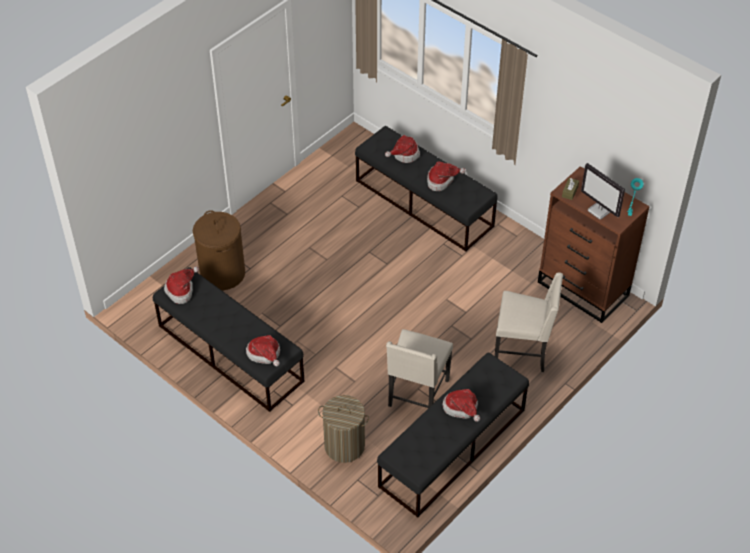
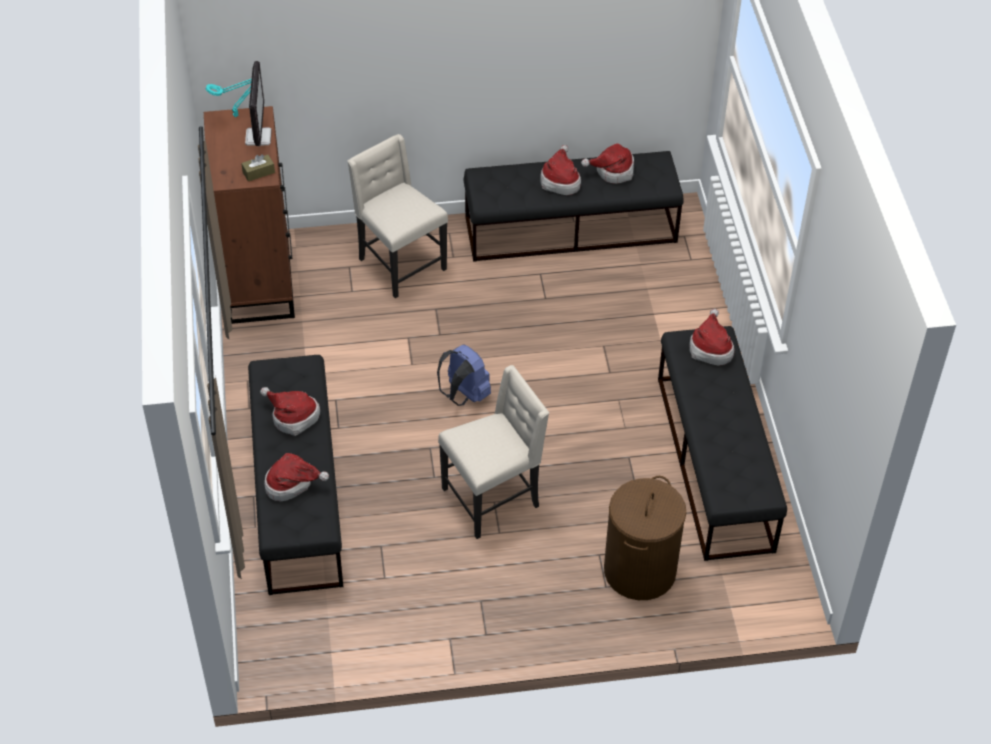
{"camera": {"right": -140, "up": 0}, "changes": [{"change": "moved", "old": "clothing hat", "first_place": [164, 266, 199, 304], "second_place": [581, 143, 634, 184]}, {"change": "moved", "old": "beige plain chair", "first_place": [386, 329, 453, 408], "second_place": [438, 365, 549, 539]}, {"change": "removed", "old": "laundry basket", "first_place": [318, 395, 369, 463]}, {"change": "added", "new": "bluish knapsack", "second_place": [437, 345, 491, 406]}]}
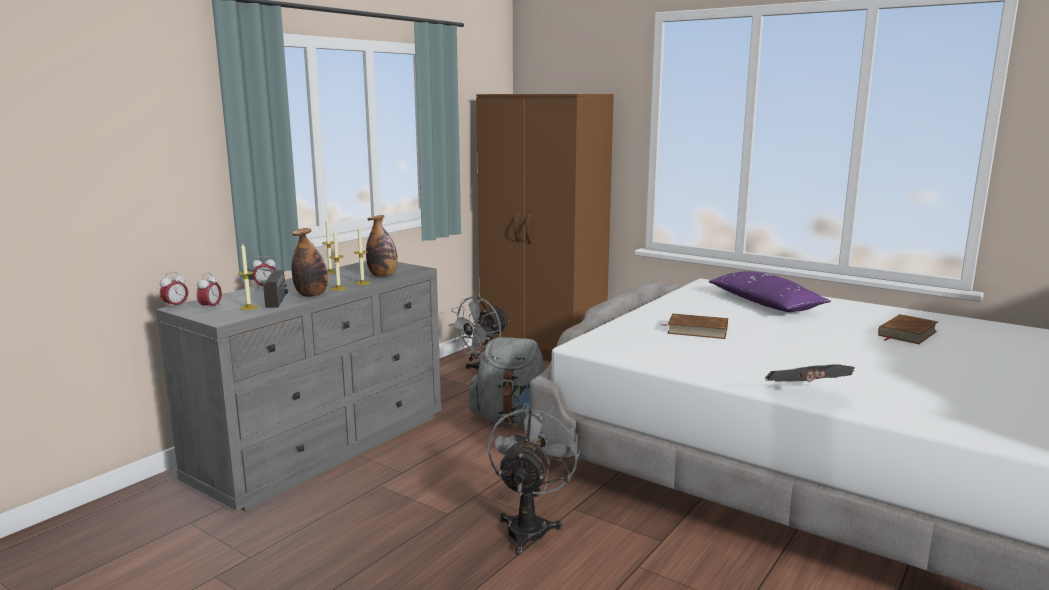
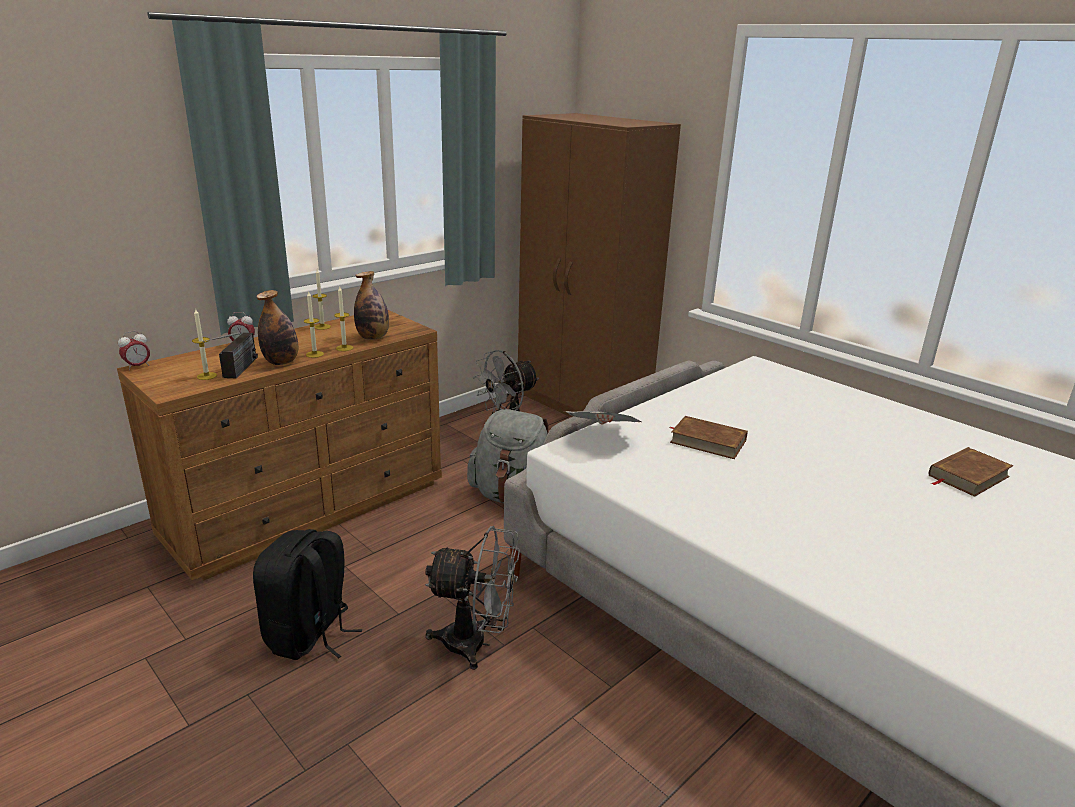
{"camera": {"right": 10, "up": 10}, "changes": [{"change": "recoloured", "old": "gray drawer chest", "new": "brownish drawer chest", "first_place": [156, 261, 442, 512], "second_place": [117, 310, 442, 581]}, {"change": "removed", "old": "purple-coloured cushion", "first_place": [709, 271, 831, 312]}, {"change": "removed", "old": "bedside clock", "first_place": [197, 273, 222, 311]}, {"change": "moved", "old": "newspaper", "first_place": [765, 364, 855, 382], "second_place": [564, 411, 642, 425]}, {"change": "turned", "old": "gray cooling fan", "first_place": [487, 403, 580, 555], "second_place": [425, 526, 520, 670], "degrees": 75}, {"change": "added", "new": "black-coloured knapsack", "second_place": [253, 529, 362, 660]}]}
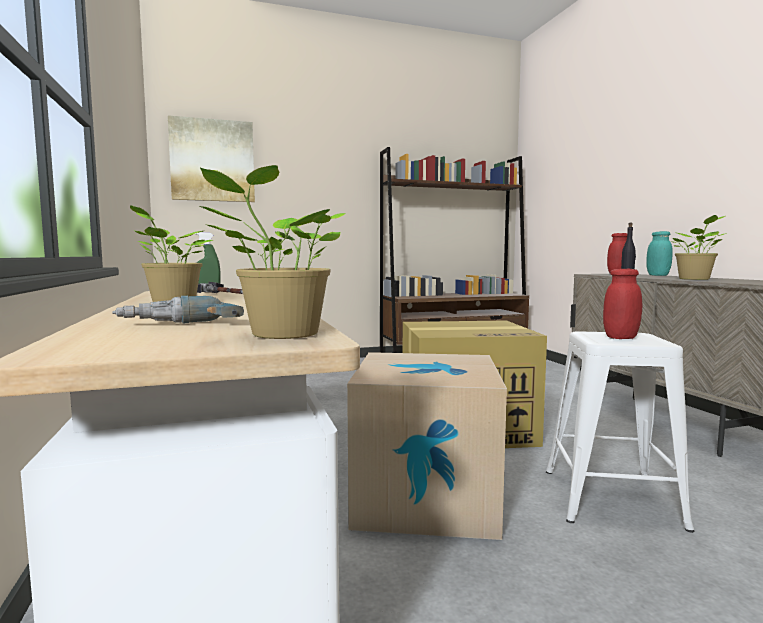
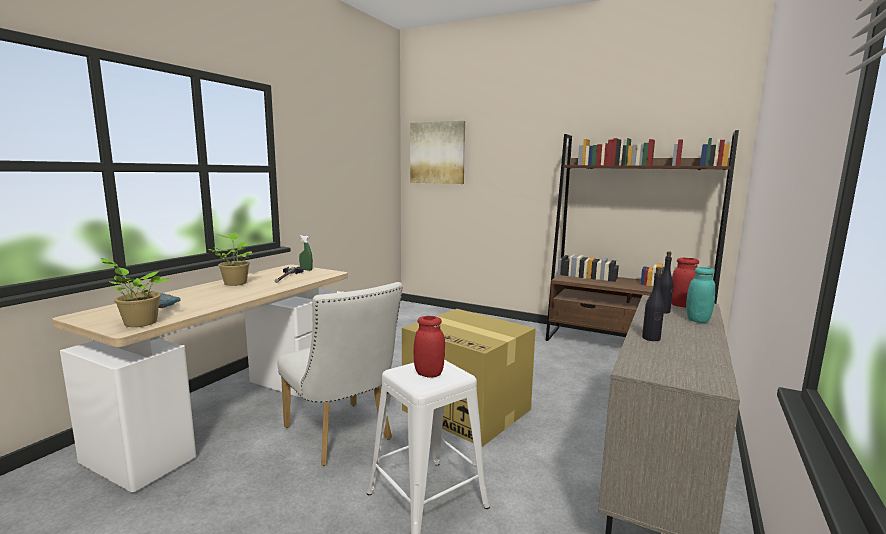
{"camera": {"right": 45, "up": 5}, "changes": [{"change": "replaced", "old": "plant in a pot", "new": "black-coloured bottle", "first_place": [670, 215, 727, 280], "second_place": [642, 267, 664, 341]}, {"change": "replaced", "old": "cardboard box", "new": "white plain chair", "first_place": [347, 352, 507, 540], "second_place": [277, 282, 403, 466]}]}
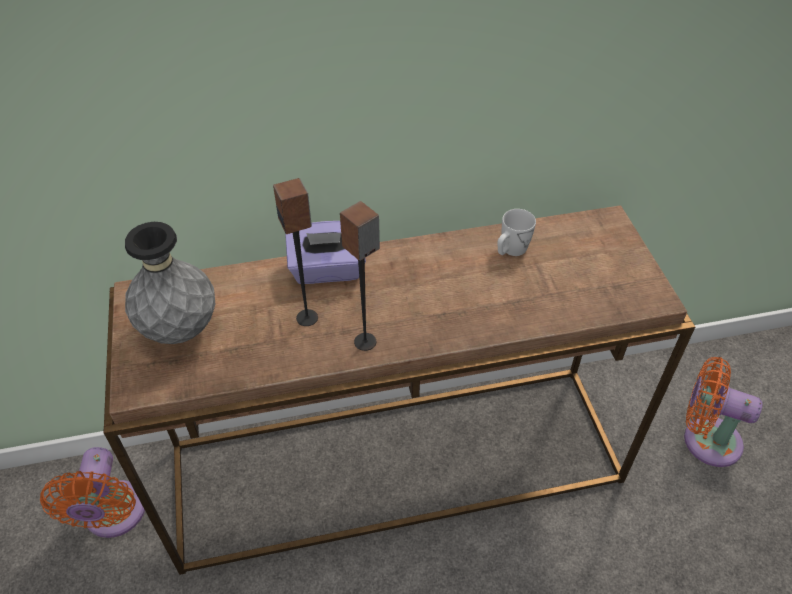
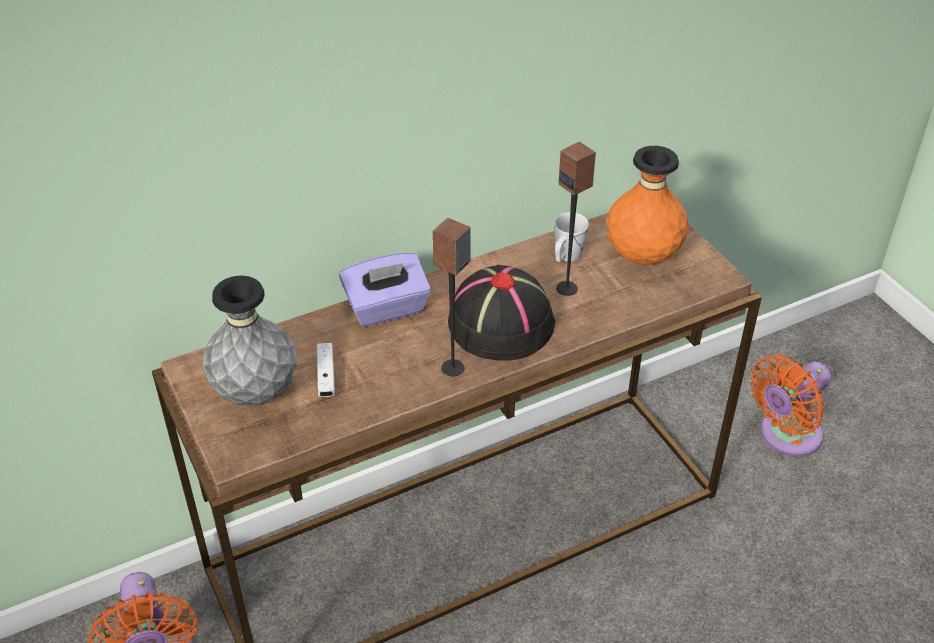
{"camera": {"right": -15, "up": -5}, "changes": [{"change": "moved", "old": "audio speaker", "first_place": [273, 178, 318, 326], "second_place": [556, 142, 596, 296]}, {"change": "turned", "old": "orange-coloured cooling fan", "first_place": [684, 357, 763, 467], "second_place": [750, 354, 831, 456], "degrees": -45}, {"change": "added", "new": "orange-coloured decorative vase", "second_place": [606, 146, 689, 265]}, {"change": "added", "new": "black-coloured clothing hat", "second_place": [448, 265, 555, 360]}, {"change": "added", "new": "white gamepad", "second_place": [317, 343, 335, 397]}]}
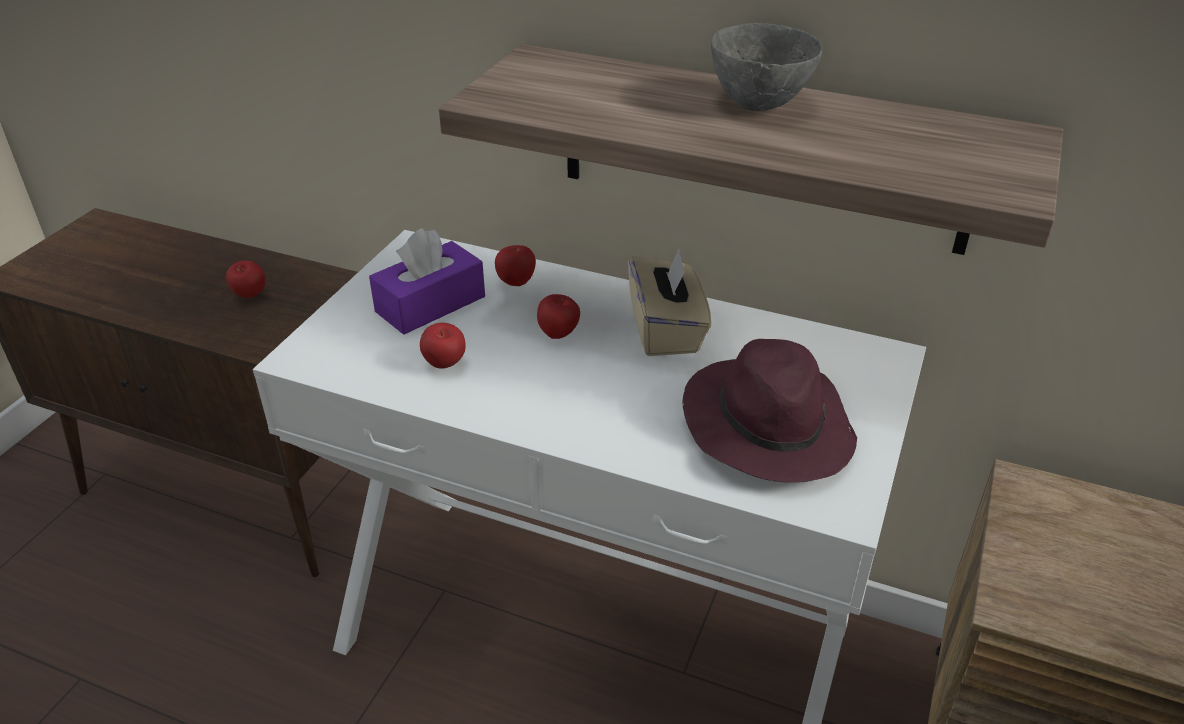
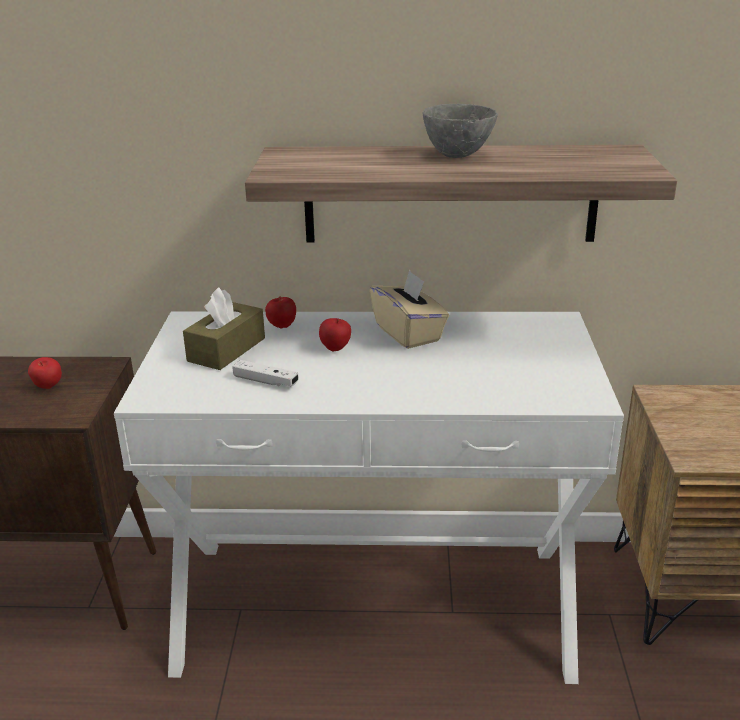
{"camera": {"right": -20, "up": -10}, "changes": [{"change": "recoloured", "old": "purple-coloured tissue holder", "new": "brownish tissue holder", "first_place": [369, 228, 485, 334], "second_place": [183, 288, 265, 370]}, {"change": "replaced", "old": "whole apple", "new": "white gamepad", "first_place": [420, 323, 465, 368], "second_place": [232, 360, 299, 386]}, {"change": "removed", "old": "purple-coloured clothing hat", "first_place": [683, 339, 857, 483]}]}
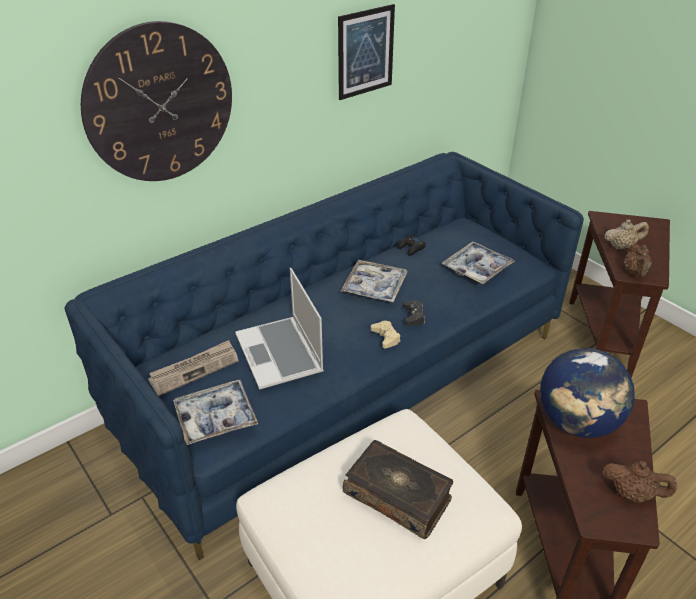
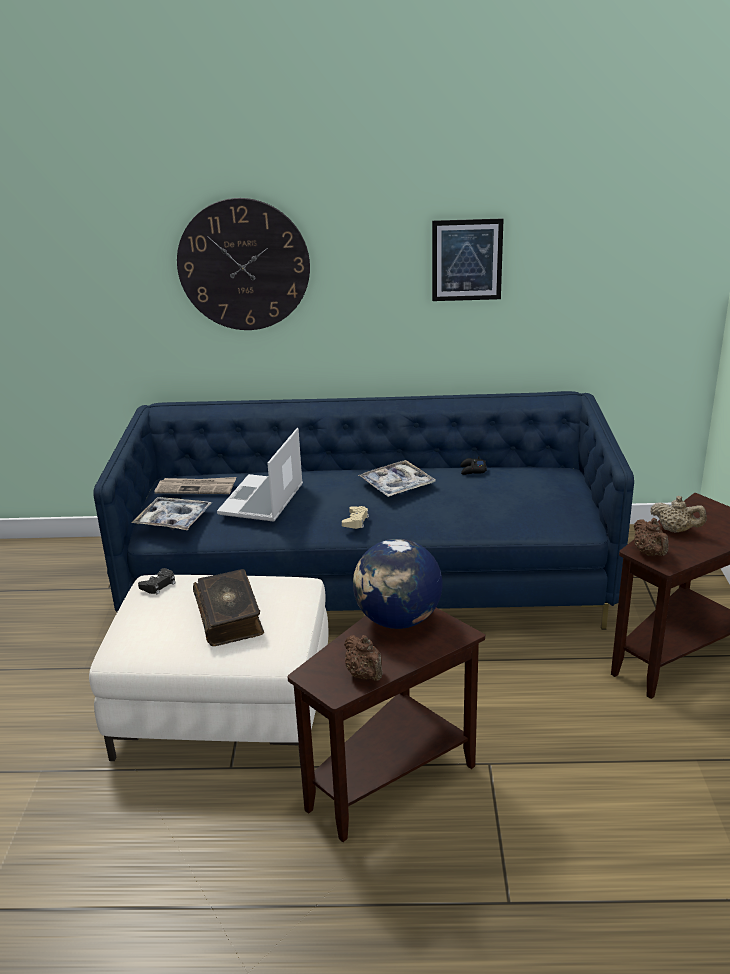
{"camera": {"right": 40, "up": -10}, "changes": [{"change": "removed", "old": "carrying tray", "first_place": [442, 242, 515, 284]}, {"change": "turned", "old": "brownish teapot", "first_place": [624, 244, 652, 277], "second_place": [633, 518, 668, 556], "degrees": -60}, {"change": "moved", "old": "black-coloured gamepad", "first_place": [403, 301, 425, 325], "second_place": [138, 568, 175, 594]}]}
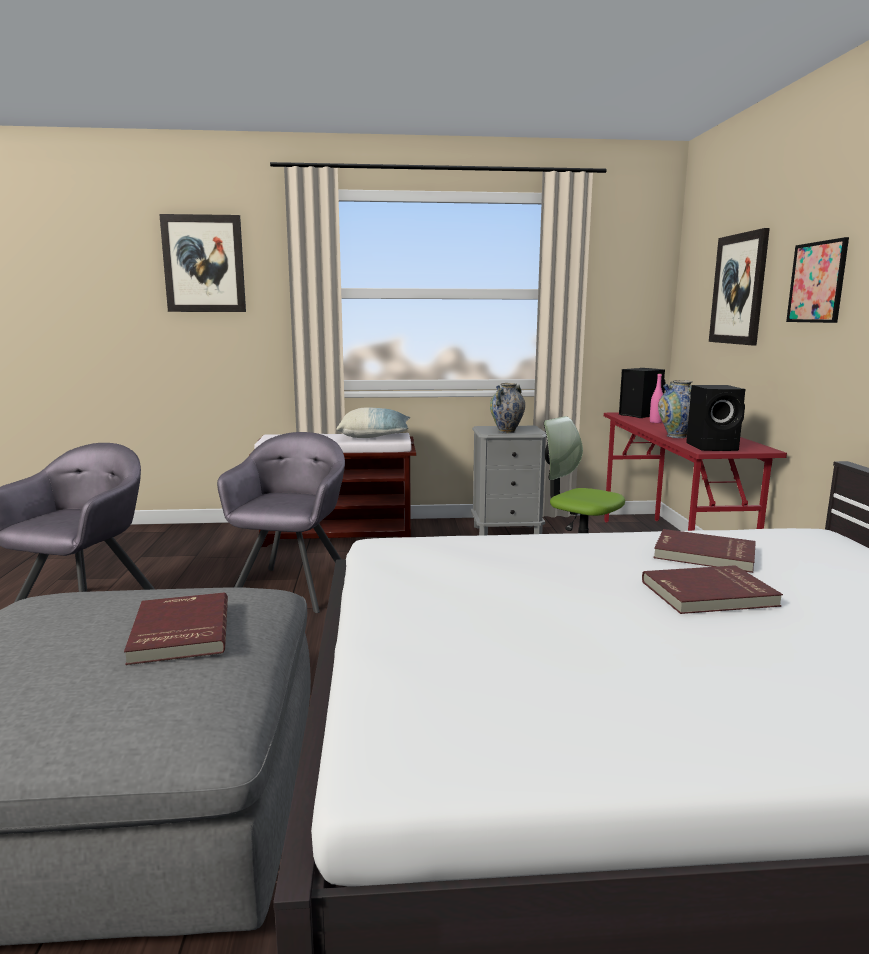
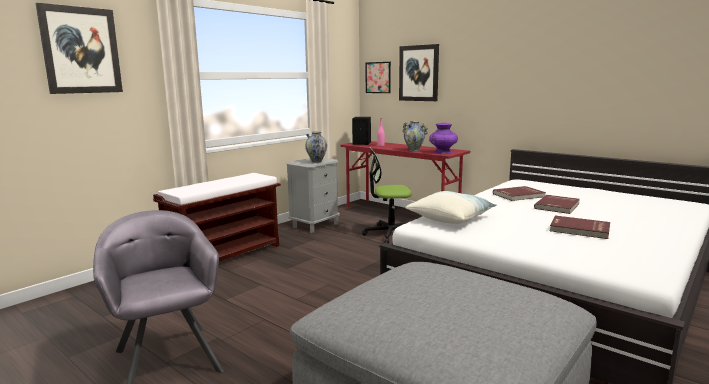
{"camera": {"right": -45, "up": 0}, "changes": [{"change": "moved", "old": "wall picture", "first_place": [786, 237, 849, 323], "second_place": [366, 62, 391, 93]}, {"change": "replaced", "old": "black-coloured audio speaker", "new": "purple-coloured decorative vase", "first_place": [686, 385, 745, 451], "second_place": [429, 123, 458, 154]}, {"change": "moved", "old": "cushion", "first_place": [337, 408, 410, 438], "second_place": [405, 191, 497, 224]}, {"change": "removed", "old": "gray armchair", "first_place": [217, 432, 345, 613]}, {"change": "moved", "old": "red-coloured book", "first_place": [124, 592, 228, 665], "second_place": [550, 215, 610, 239]}]}
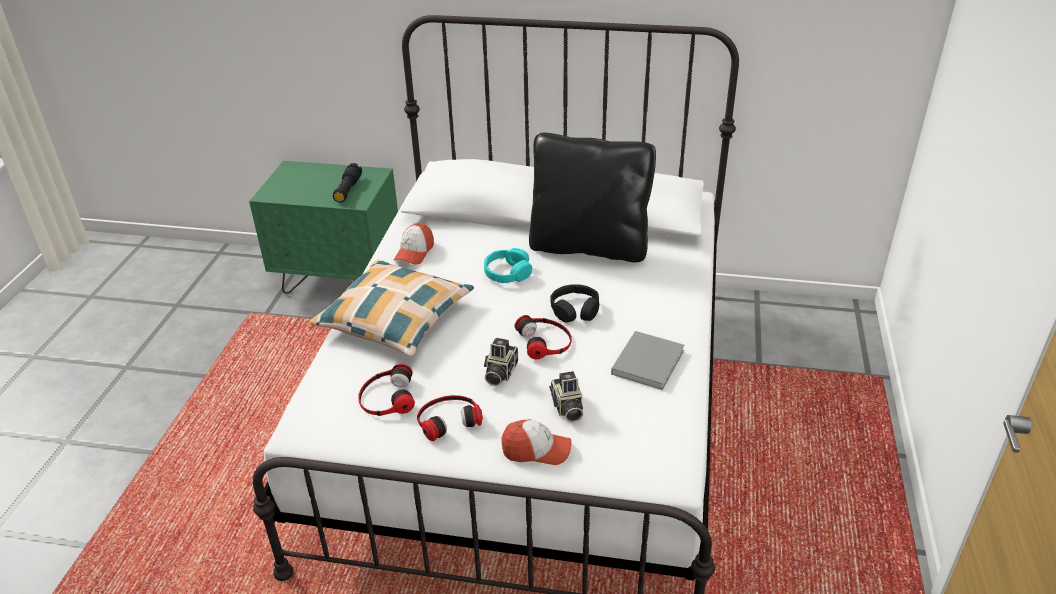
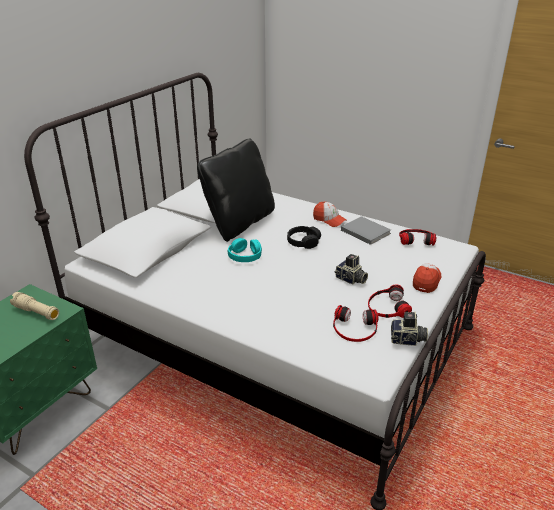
{"camera": {"right": -70, "up": -5}, "changes": [{"change": "recoloured", "old": "black-coloured flashlight", "new": "beige flashlight", "first_place": [333, 163, 362, 203], "second_place": [10, 292, 59, 320]}, {"change": "moved", "old": "cap", "first_place": [394, 223, 434, 265], "second_place": [313, 201, 347, 227]}, {"change": "removed", "old": "cushion", "first_place": [309, 260, 474, 357]}, {"change": "moved", "old": "pair of headphones", "first_place": [515, 315, 572, 359], "second_place": [399, 229, 436, 246]}, {"change": "moved", "old": "still camera", "first_place": [549, 371, 584, 422], "second_place": [391, 311, 428, 346]}]}
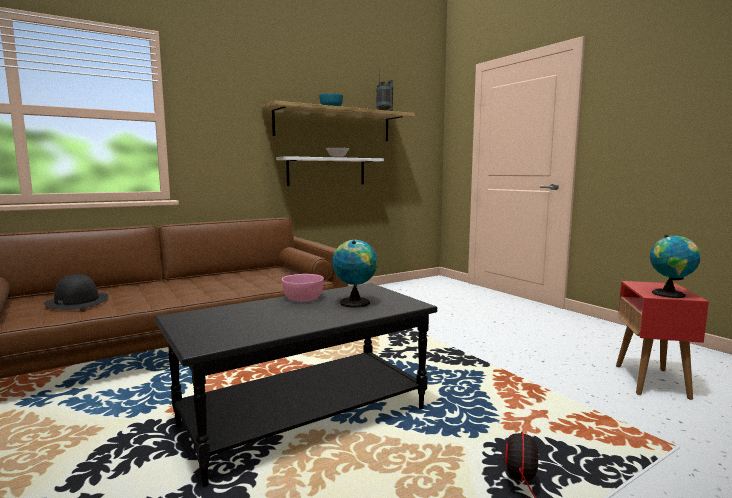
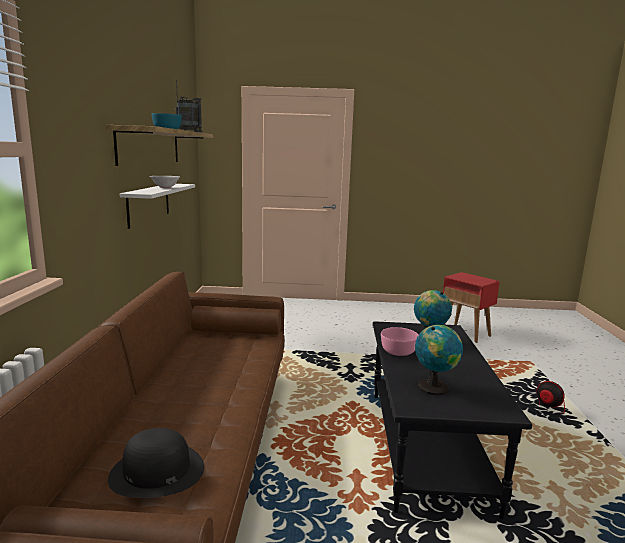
{"camera": {"right": -55, "up": 5}, "changes": [{"change": "moved", "old": "desk globe", "first_place": [650, 235, 701, 298], "second_place": [415, 325, 463, 395]}]}
